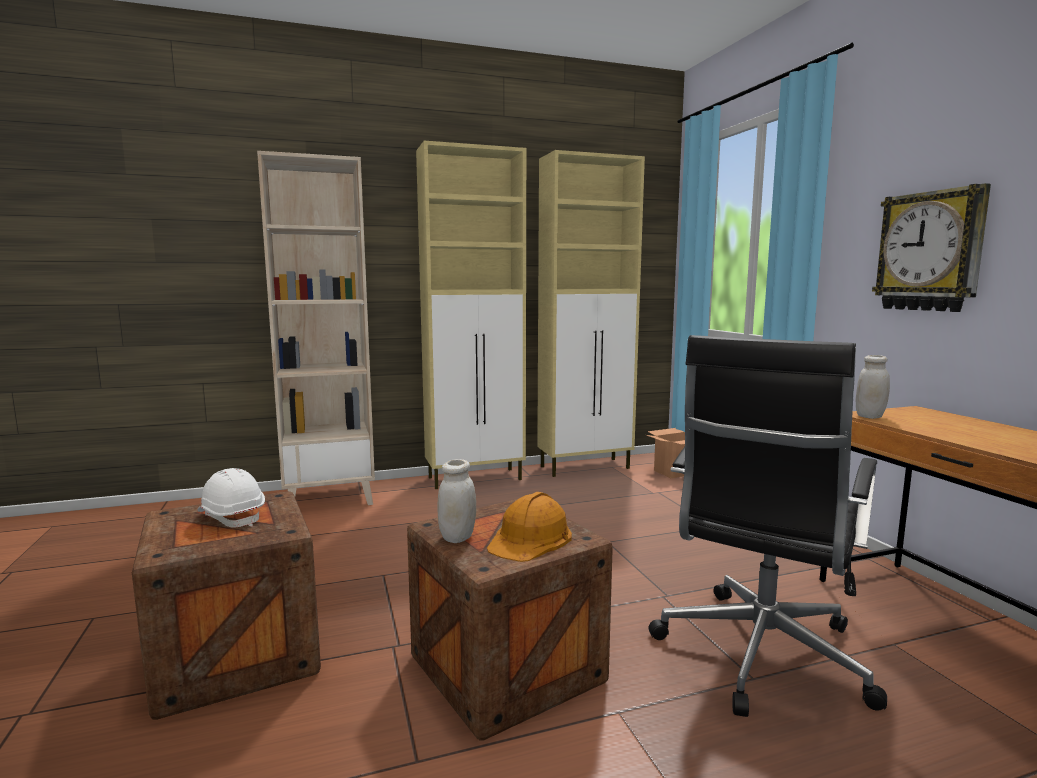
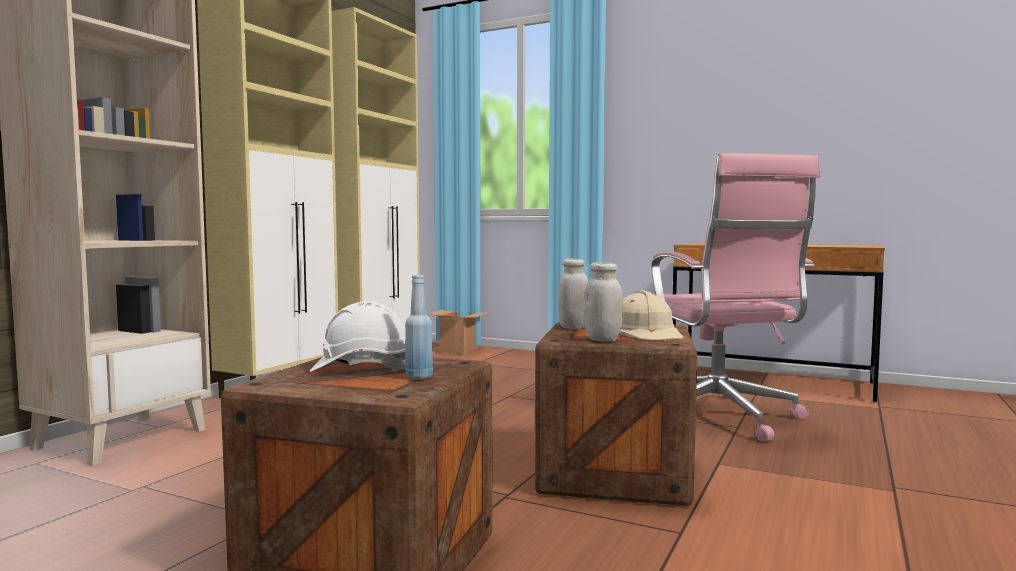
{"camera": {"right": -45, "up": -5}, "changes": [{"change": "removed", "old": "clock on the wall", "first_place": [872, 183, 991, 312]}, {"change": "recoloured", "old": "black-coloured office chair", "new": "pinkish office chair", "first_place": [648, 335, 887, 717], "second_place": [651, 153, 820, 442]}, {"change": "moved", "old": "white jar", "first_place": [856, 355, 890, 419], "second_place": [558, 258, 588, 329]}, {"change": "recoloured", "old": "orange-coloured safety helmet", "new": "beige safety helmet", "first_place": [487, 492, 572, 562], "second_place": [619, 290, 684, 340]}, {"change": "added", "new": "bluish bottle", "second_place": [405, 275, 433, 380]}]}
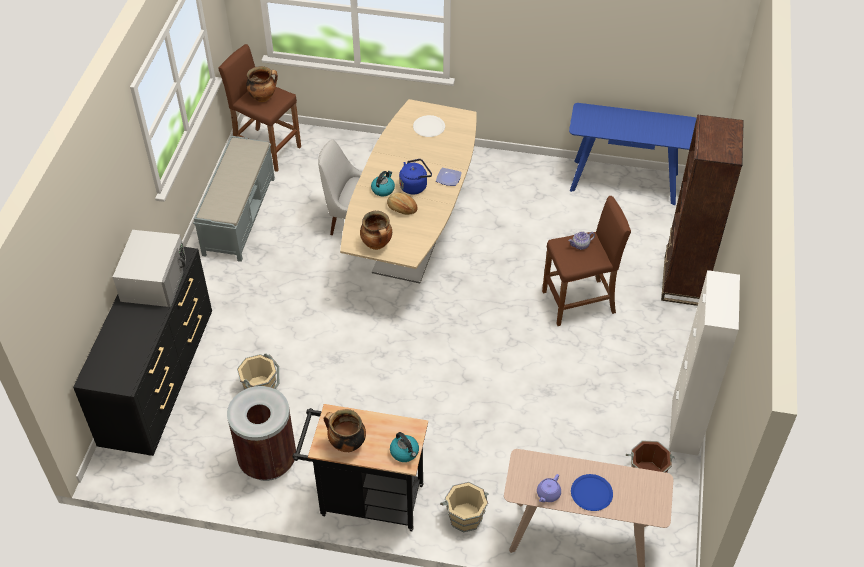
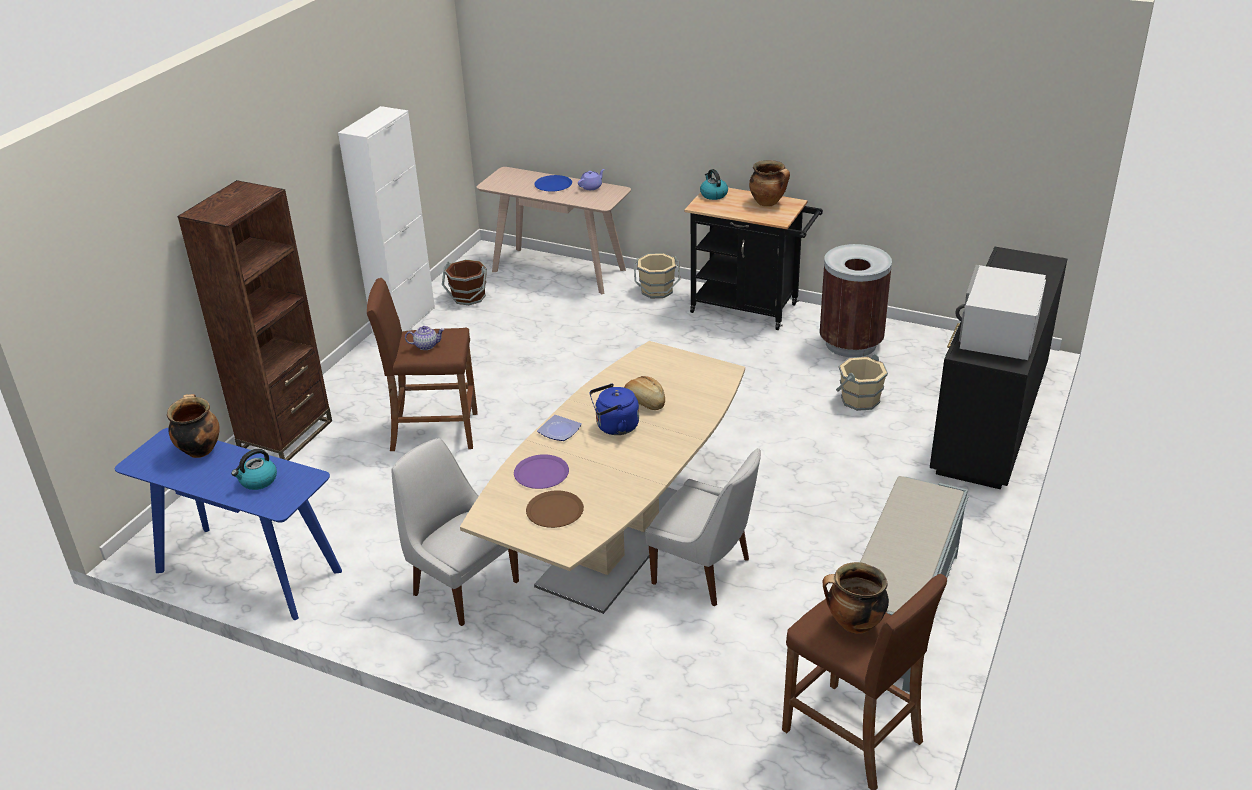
{"camera": {"right": -165, "up": -15}, "changes": [{"change": "recoloured", "old": "white plate", "new": "brownish plate", "first_place": [413, 115, 445, 137], "second_place": [526, 490, 584, 528]}, {"change": "moved", "old": "kettle", "first_place": [371, 171, 395, 196], "second_place": [231, 449, 277, 490]}, {"change": "moved", "old": "saucepot", "first_place": [360, 211, 392, 250], "second_place": [167, 394, 220, 458]}, {"change": "added", "new": "white plain chair", "second_place": [391, 438, 519, 626]}, {"change": "added", "new": "purple-coloured plate", "second_place": [514, 454, 569, 489]}]}
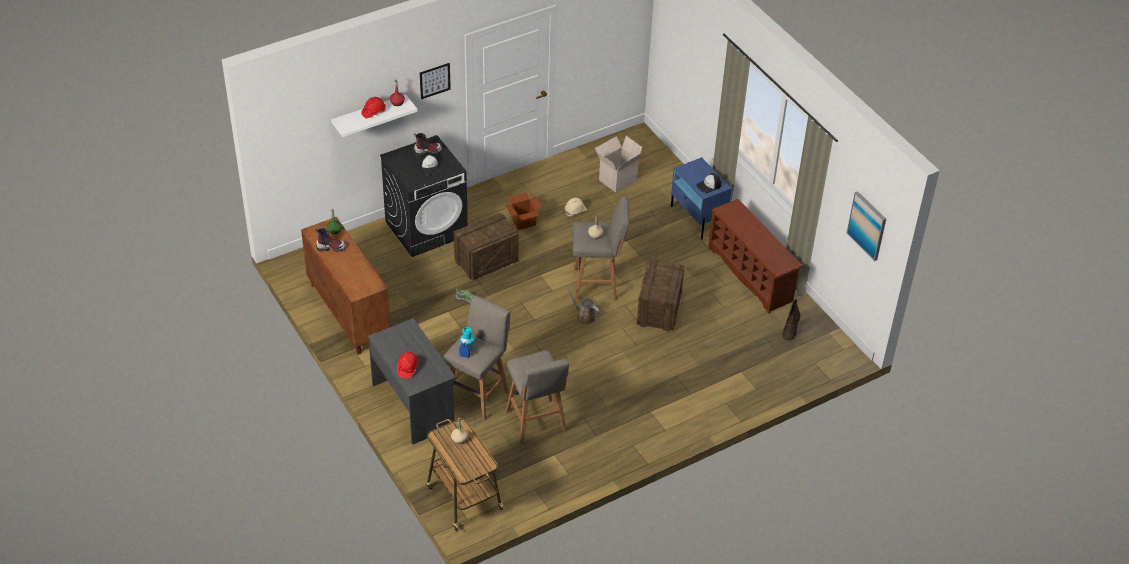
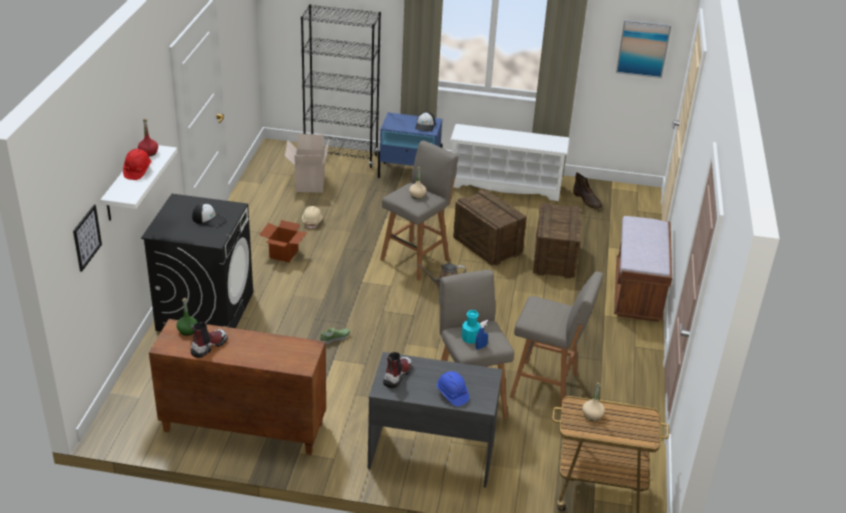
{"camera": {"right": -50, "up": -10}, "changes": [{"change": "moved", "old": "wall picture", "first_place": [420, 63, 451, 99], "second_place": [73, 205, 102, 272]}, {"change": "moved", "old": "boot", "first_place": [414, 133, 442, 156], "second_place": [383, 352, 412, 388]}, {"change": "recoloured", "old": "brownish shoe rack", "new": "white shoe rack", "first_place": [708, 199, 803, 313], "second_place": [450, 124, 570, 201]}, {"change": "moved", "old": "shipping crate", "first_place": [454, 213, 519, 281], "second_place": [533, 203, 581, 279]}, {"change": "recoloured", "old": "red-coloured safety helmet", "new": "bluish safety helmet", "first_place": [397, 352, 419, 379], "second_place": [437, 371, 469, 406]}, {"change": "added", "new": "black-coloured bookcase", "second_place": [301, 4, 381, 168]}, {"change": "added", "new": "brownish indoor bench", "second_place": [614, 216, 672, 322]}]}
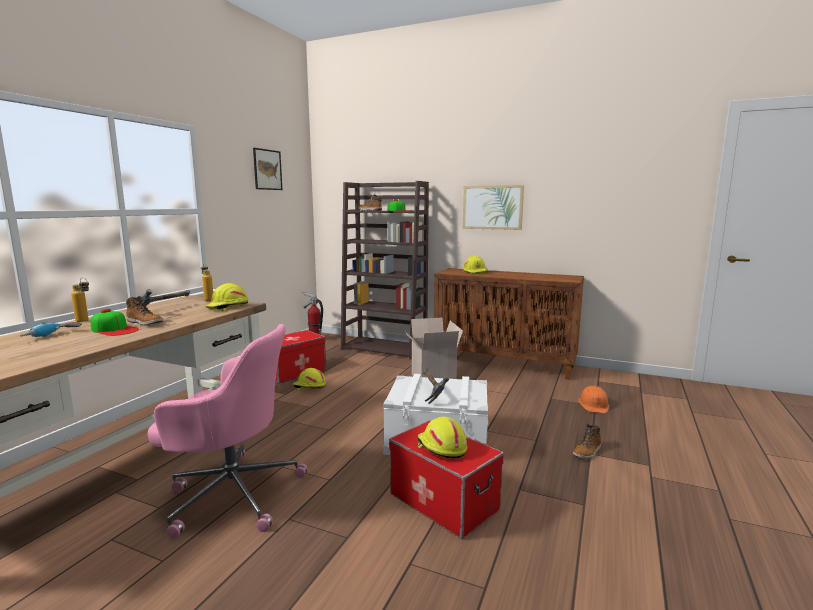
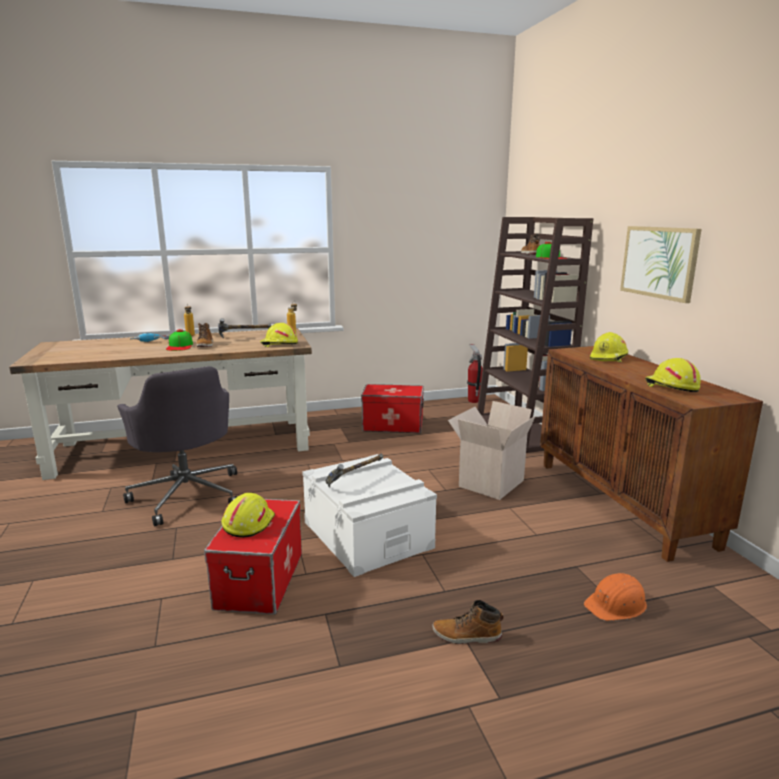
{"camera": {"right": 50, "up": 5}, "changes": [{"change": "removed", "old": "wall picture", "first_place": [253, 148, 282, 190]}, {"change": "recoloured", "old": "pinkish office chair", "new": "gray office chair", "first_place": [148, 324, 308, 538], "second_place": [117, 366, 237, 527]}, {"change": "moved", "old": "yellow safety helmet", "first_place": [293, 368, 326, 390], "second_place": [645, 358, 701, 392]}]}
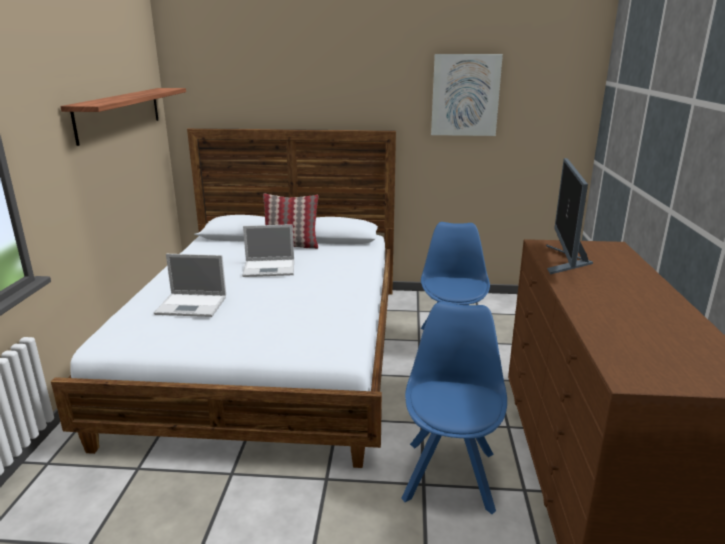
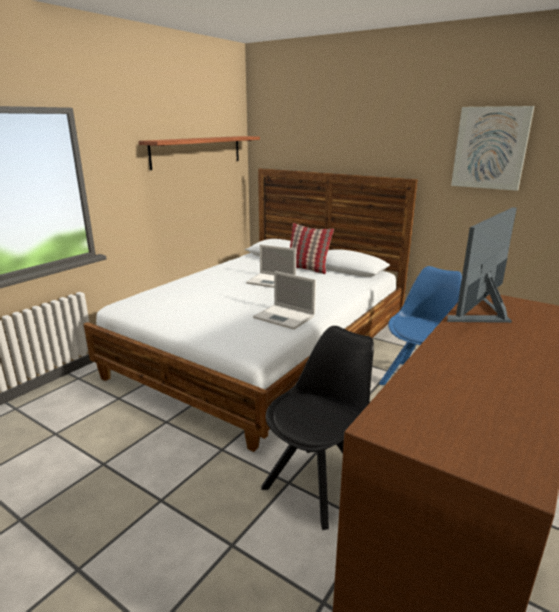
{"camera": {"right": 30, "up": 0}, "changes": [{"change": "moved", "old": "laptop", "first_place": [154, 254, 226, 317], "second_place": [253, 271, 316, 330]}, {"change": "recoloured", "old": "bluish plain chair", "new": "black-coloured plain chair", "first_place": [402, 302, 507, 514], "second_place": [261, 326, 374, 530]}]}
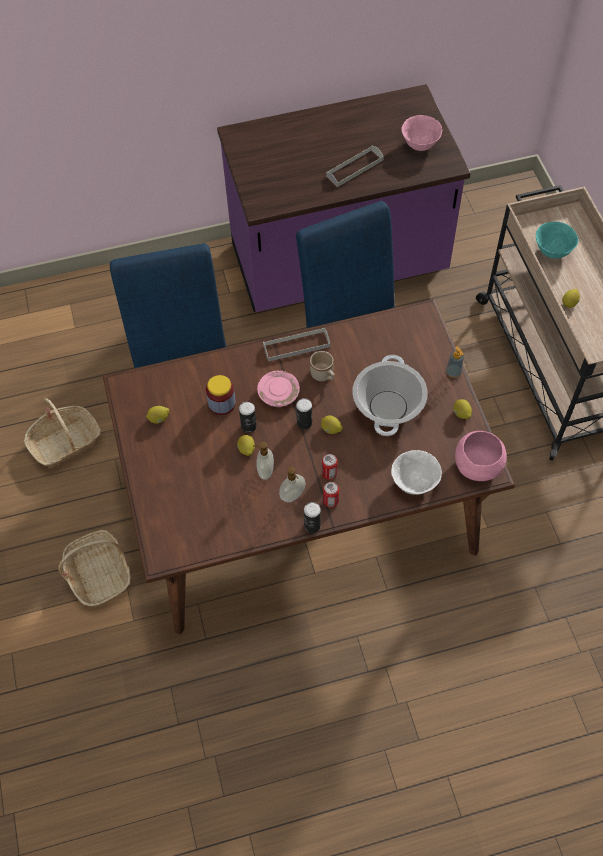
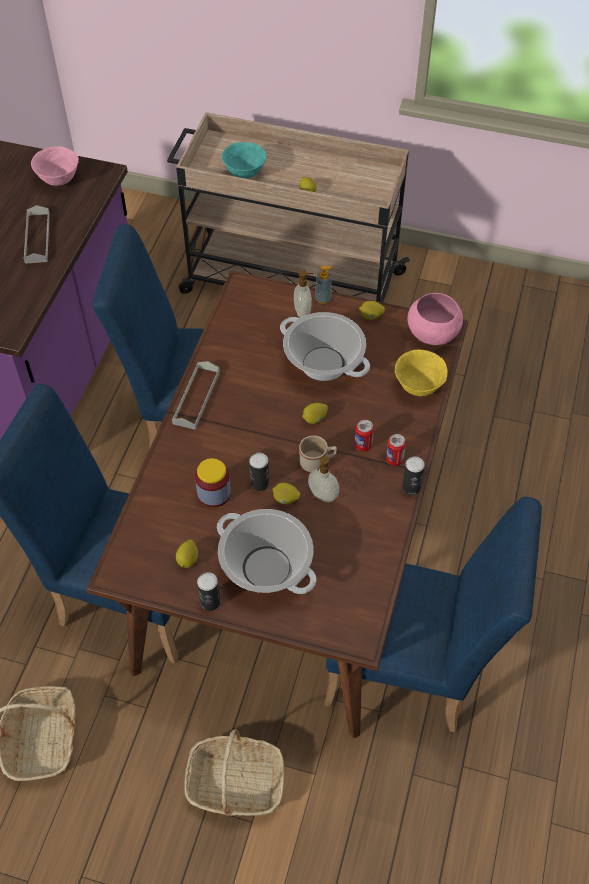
{"camera": {"right": -60, "up": -5}, "changes": [{"change": "moved", "old": "beige tea mug", "first_place": [310, 351, 334, 381], "second_place": [299, 435, 337, 472]}, {"change": "removed", "old": "pinkish plate", "first_place": [257, 371, 300, 407]}, {"change": "moved", "old": "sealed can", "first_place": [296, 398, 312, 430], "second_place": [197, 572, 220, 611]}, {"change": "recoloured", "old": "white serving bowl", "new": "yellow serving bowl", "first_place": [391, 450, 442, 495], "second_place": [395, 350, 448, 396]}, {"change": "moved", "old": "soap bottle", "first_place": [279, 467, 306, 502], "second_place": [294, 270, 314, 318]}, {"change": "added", "new": "bluish plain chair", "second_place": [324, 497, 542, 733]}, {"change": "added", "new": "saucepot", "second_place": [217, 509, 316, 594]}]}
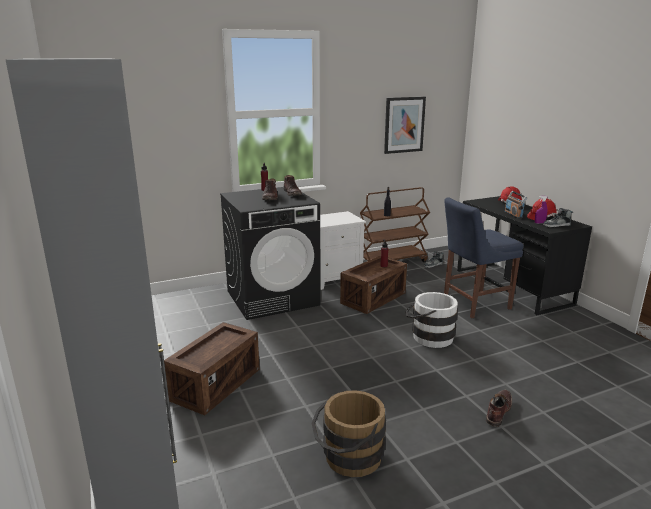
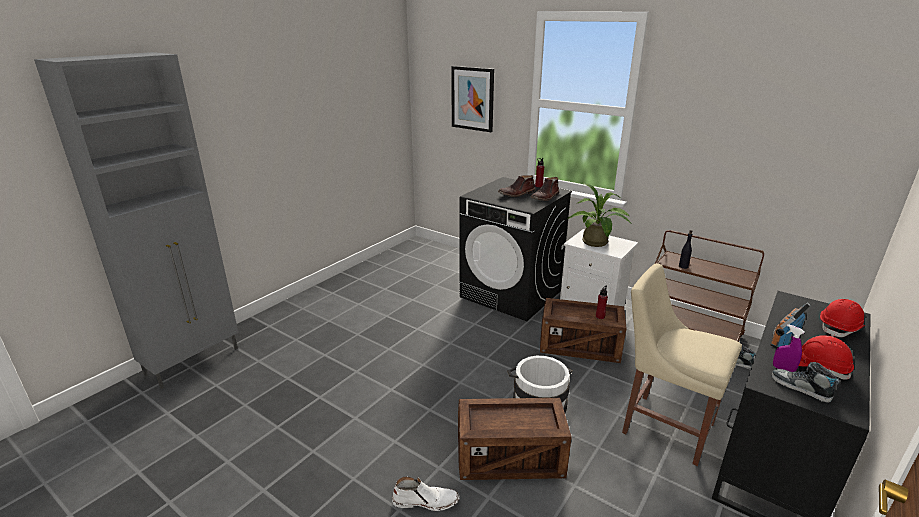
{"camera": {"right": 60, "up": 5}, "changes": [{"change": "moved", "old": "wall picture", "first_place": [384, 97, 426, 154], "second_place": [451, 66, 494, 132]}, {"change": "recoloured", "old": "bluish plain chair", "new": "beige plain chair", "first_place": [444, 197, 524, 318], "second_place": [622, 263, 742, 466]}, {"change": "moved", "old": "shipping crate", "first_place": [164, 322, 260, 416], "second_place": [458, 398, 571, 480]}, {"change": "removed", "old": "brownish bucket", "first_place": [311, 390, 386, 477]}, {"change": "recoloured", "old": "brownish boot", "new": "white boot", "first_place": [486, 390, 512, 427], "second_place": [392, 477, 460, 511]}, {"change": "added", "new": "plant in a pot", "second_place": [568, 182, 632, 247]}]}
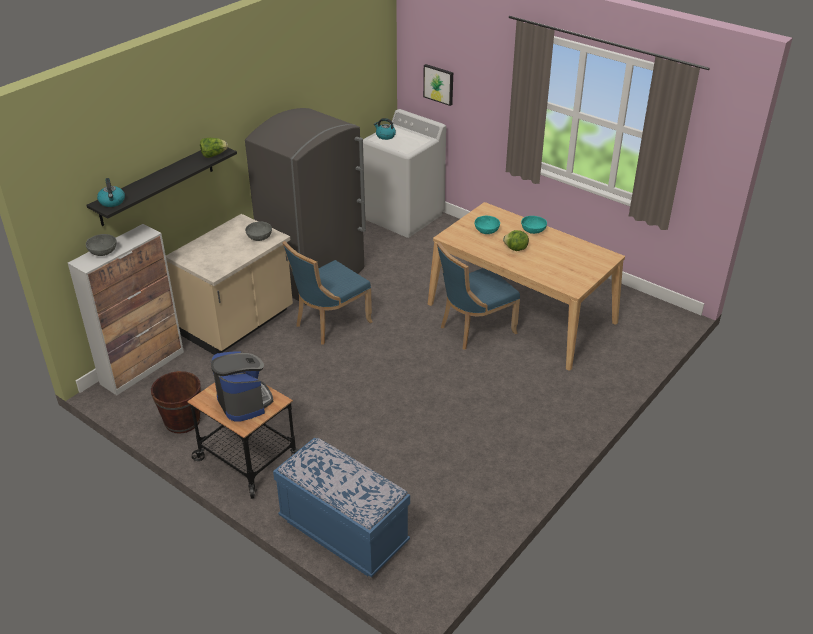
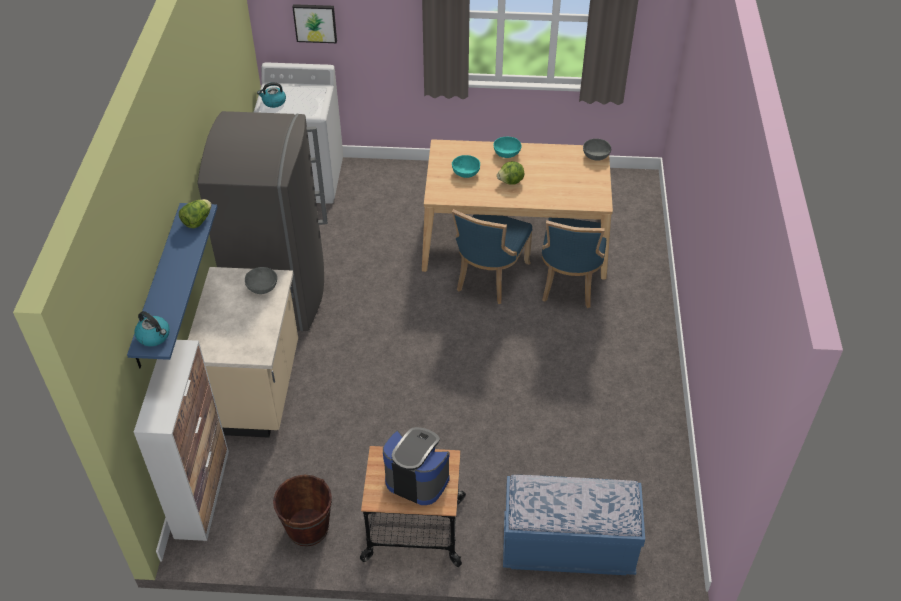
{"camera": {"right": -35, "up": 10}, "changes": [{"change": "recoloured", "old": "black-coloured bracket shelf", "new": "bluish bracket shelf", "first_place": [87, 148, 237, 226], "second_place": [127, 203, 217, 368]}, {"change": "moved", "old": "gray serving bowl", "first_place": [86, 234, 117, 256], "second_place": [583, 139, 611, 161]}, {"change": "moved", "old": "bluish plain chair", "first_place": [282, 241, 373, 345], "second_place": [542, 218, 606, 308]}]}
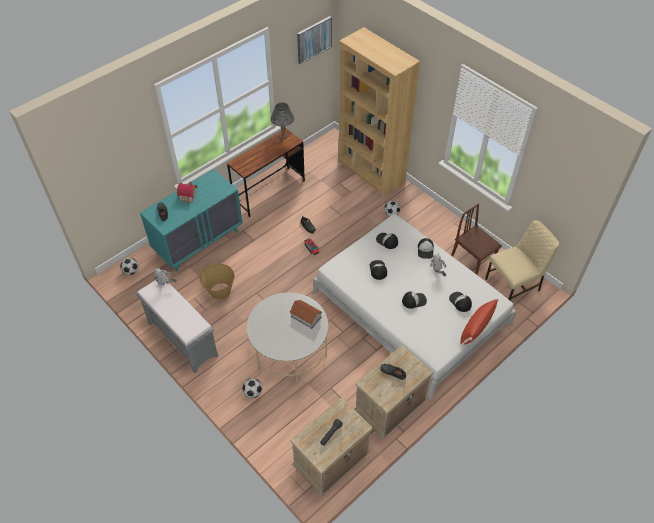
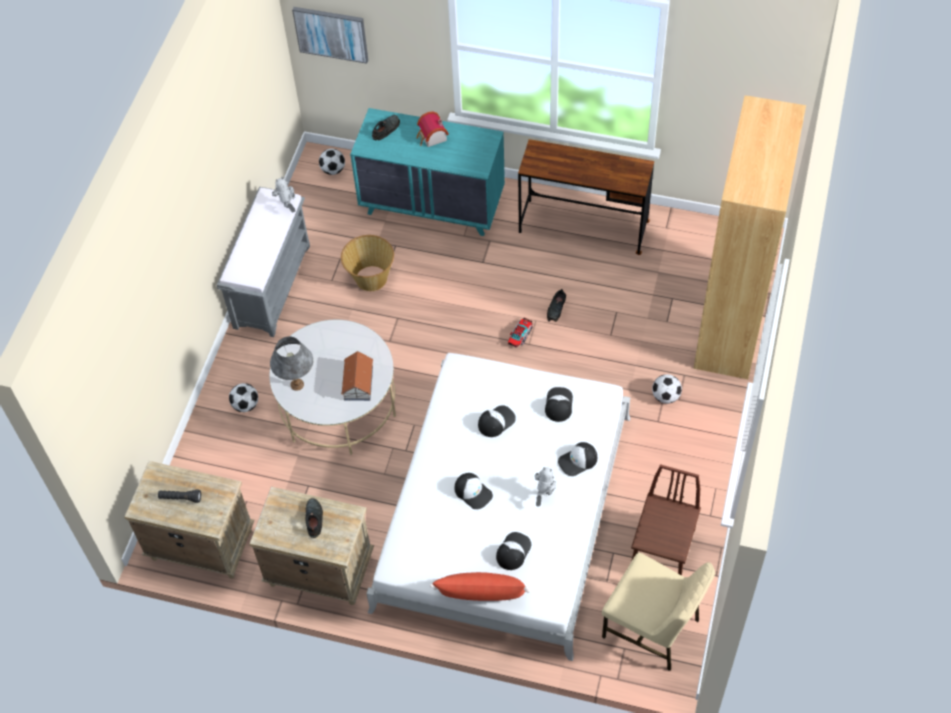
{"camera": {"right": 60, "up": 5}, "changes": [{"change": "moved", "old": "wall picture", "first_place": [297, 16, 332, 64], "second_place": [292, 7, 368, 64]}, {"change": "moved", "old": "gray tabletop lamp", "first_place": [271, 103, 294, 139], "second_place": [270, 336, 313, 391]}]}
